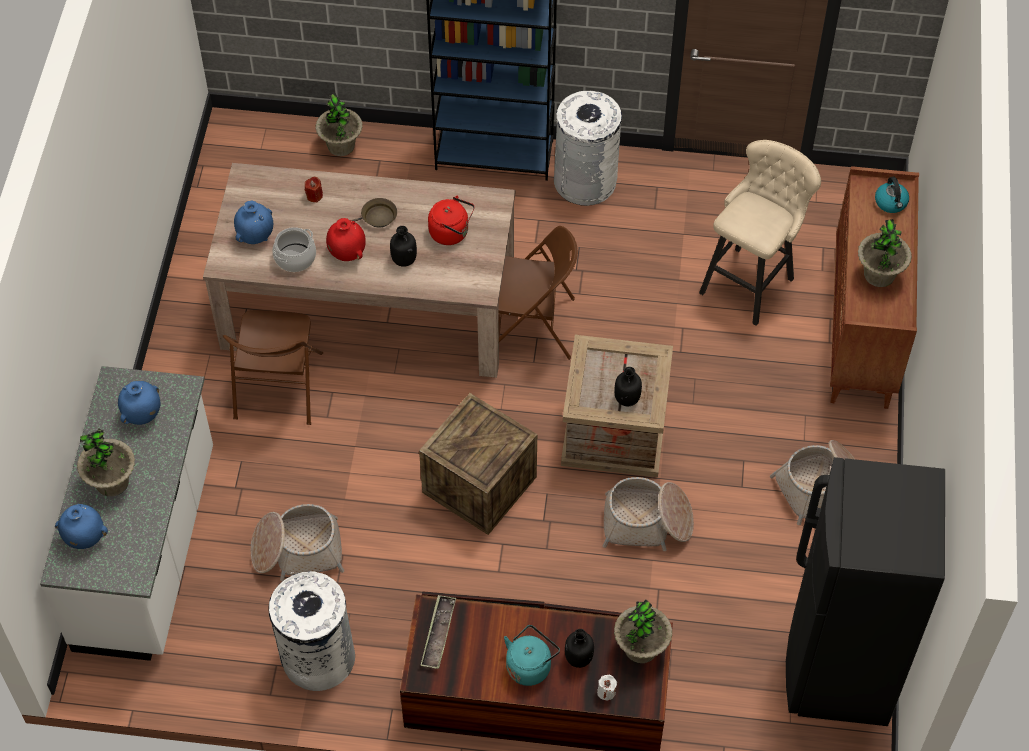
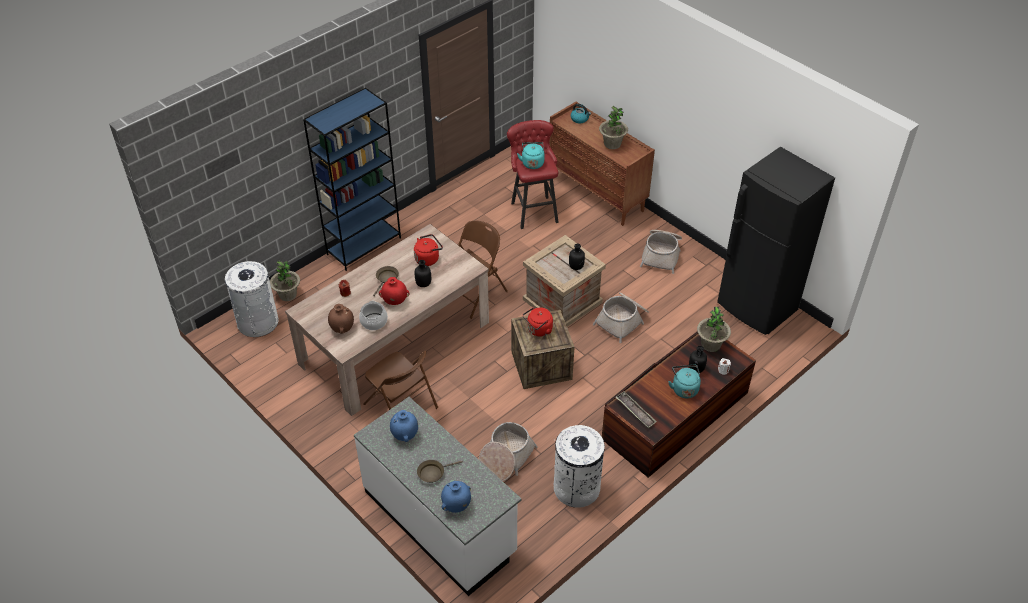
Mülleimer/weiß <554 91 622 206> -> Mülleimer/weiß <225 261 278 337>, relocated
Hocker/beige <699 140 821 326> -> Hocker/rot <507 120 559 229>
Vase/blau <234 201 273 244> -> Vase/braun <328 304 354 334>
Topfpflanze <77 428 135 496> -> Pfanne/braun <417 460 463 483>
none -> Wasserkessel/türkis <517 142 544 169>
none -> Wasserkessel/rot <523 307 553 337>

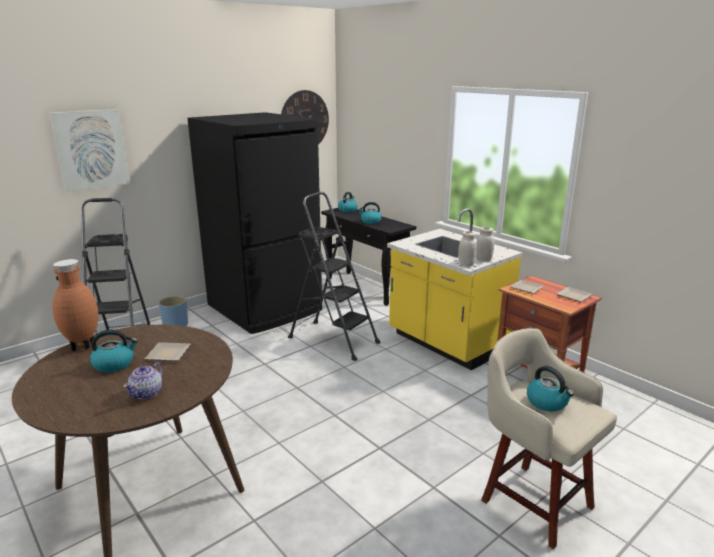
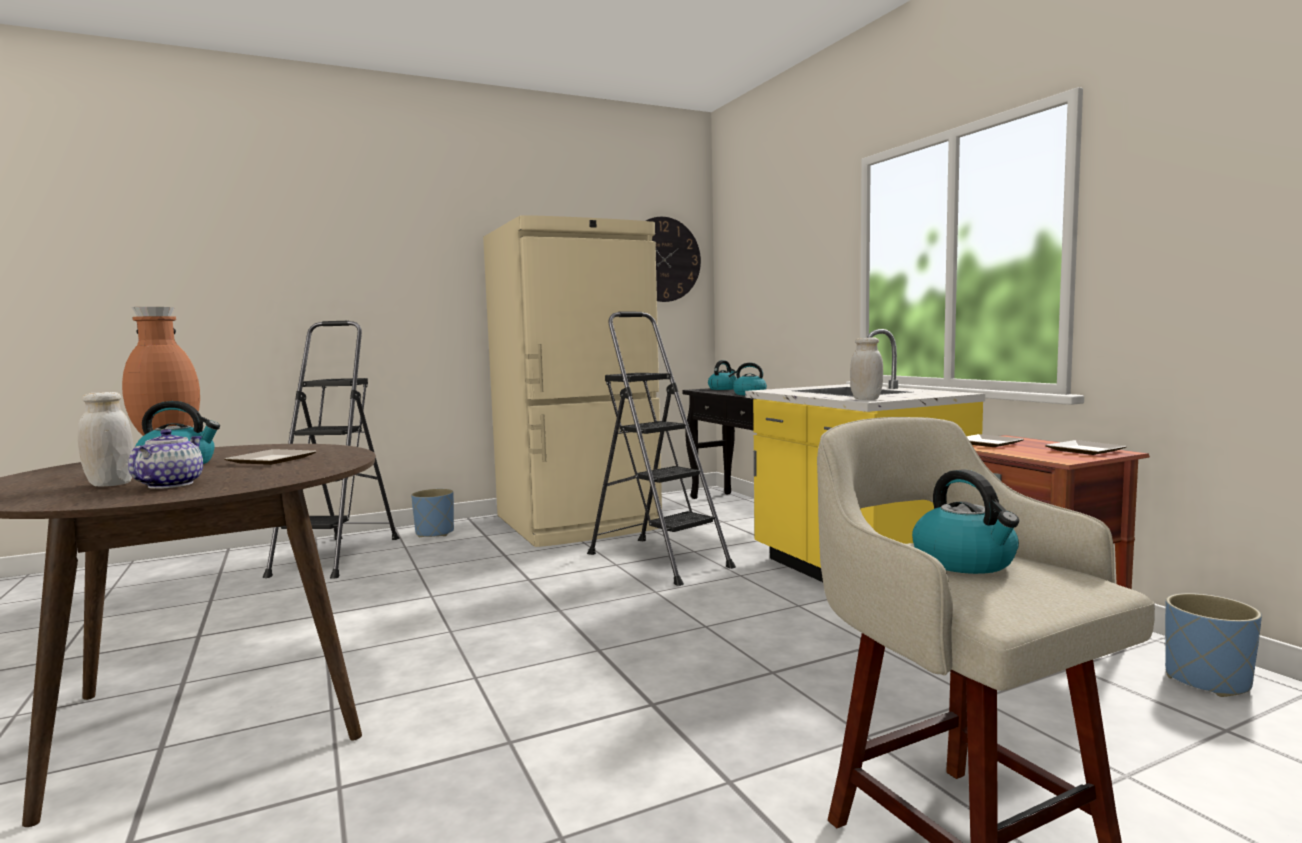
Bild <49 109 130 192> -> none
Kühlschrank/schwarz <188 112 322 334> -> Kühlschrank/beige <483 215 662 547>
Vorratsglas/weiß <476 227 494 261> -> Vorratsglas/weiß <78 392 134 487>, relocated
Teekanne <123 362 163 399> -> Teekanne <128 429 203 489>, 150 degrees clockwise
none -> Pflanzkübel/blau <1165 593 1262 697>

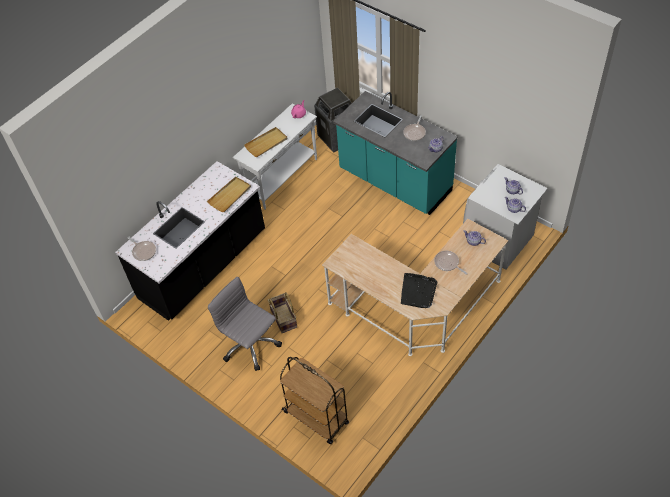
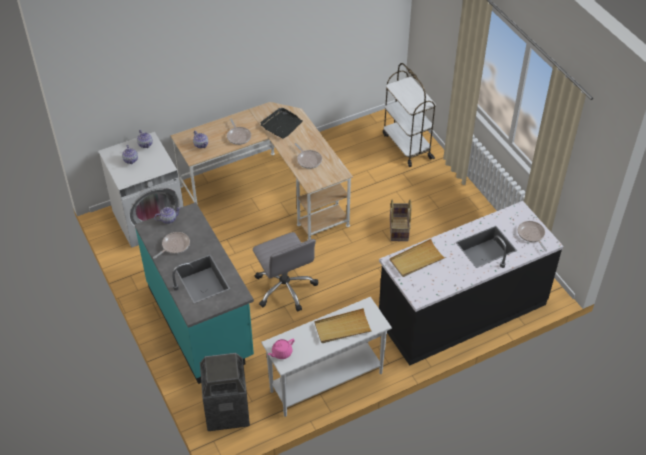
Bürostuhl/grau <208 277 282 371> -> Bürostuhl/grau <253 232 319 312>, relocated
Rollwagen/braun <280 357 349 444> -> Rollwagen/weiß <383 63 436 167>
none -> Pfanne <295 143 322 169>

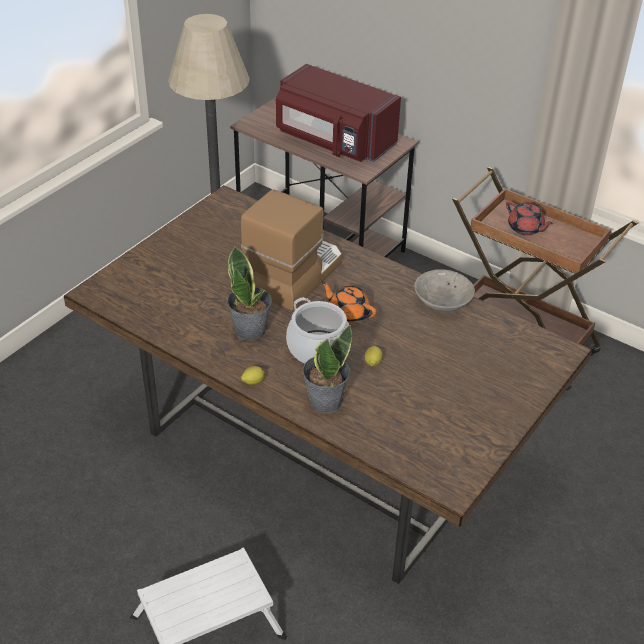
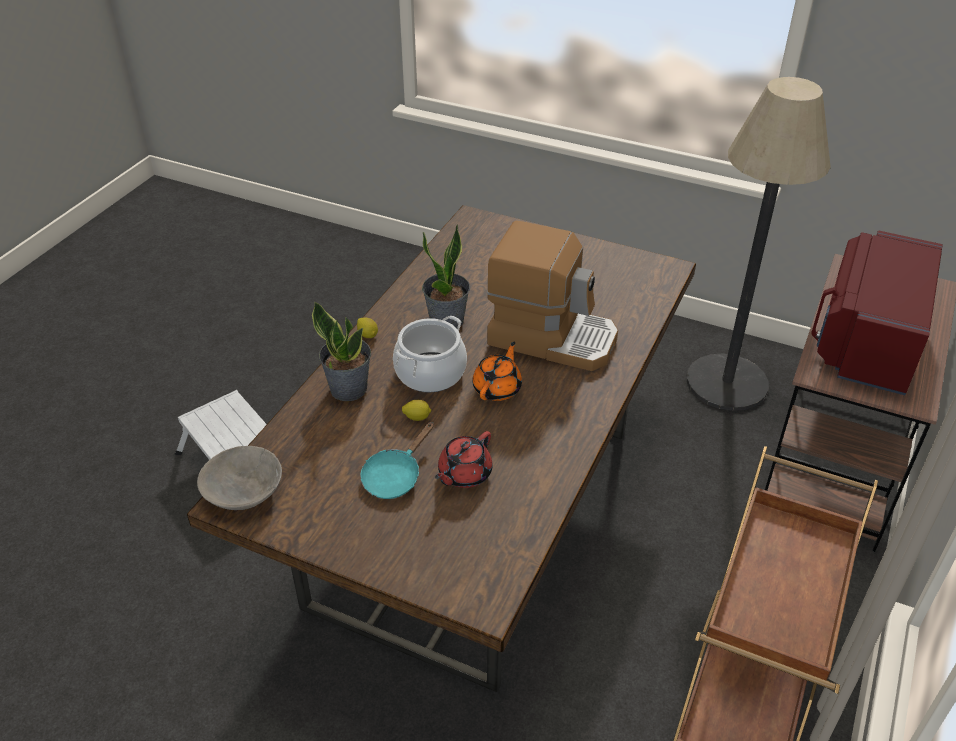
Teekanne/rot <506 201 554 235> -> Teekanne/rot <435 431 493 488>, relocated
Schüssel/grau <414 269 475 312> -> Schüssel/grau <197 446 282 510>, relocated
none -> Pfanne/türkis <360 422 434 499>

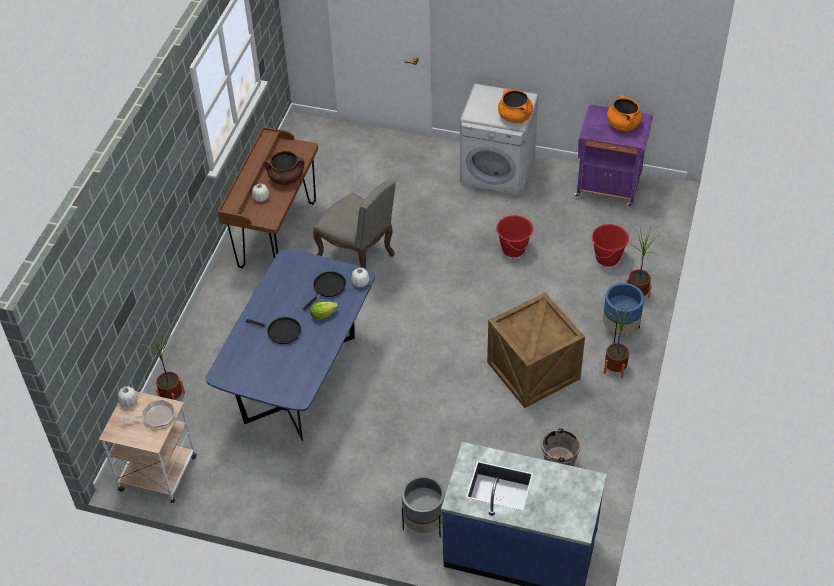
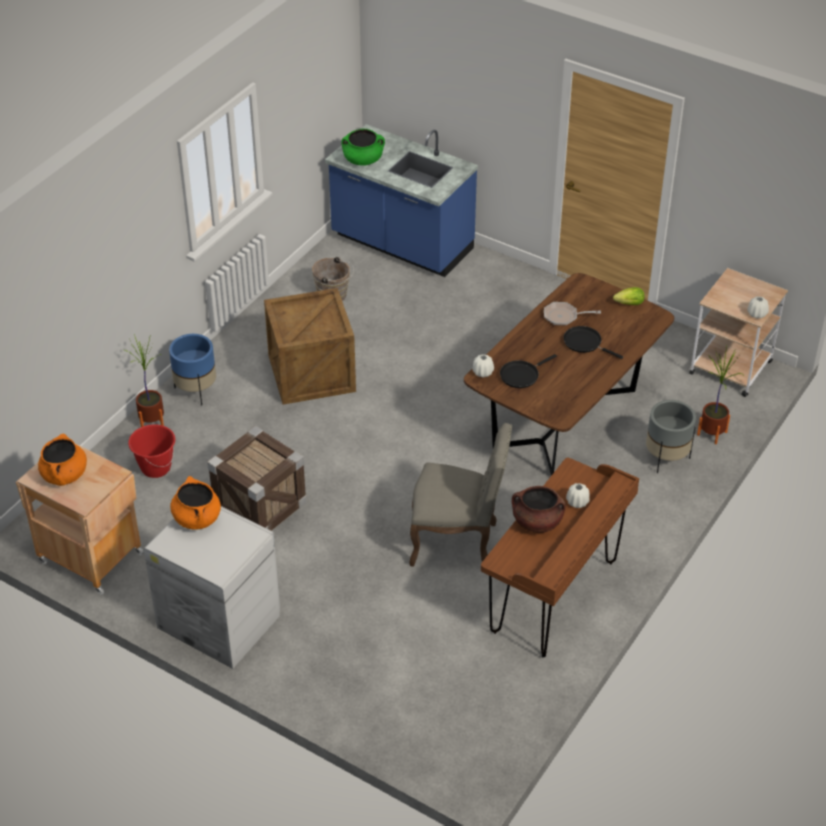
Rollwagen/lila <574 104 653 208> -> Rollwagen/braun <16 444 144 595>
Stuhl/grau <313 179 396 268> -> Stuhl/grau <409 423 512 567>, 135 degrees clockwise
Eimer/rot <496 215 533 257> -> Kiste <207 426 307 531>
Esstisch/blau <206 249 375 441> -> Esstisch/braun <464 273 674 475>
Salatkopf <310 302 338 320> -> Salatkopf <613 287 645 305>, relocated
Topfpflanze <604 302 641 378> -> none
Pfanne <120 400 175 428> -> Pfanne <544 302 601 326>, relocated
Pflanzkübel/grau <402 476 444 537> -> Pflanzkübel/grau <646 400 696 473>, relocated
none -> Kochtopf/grün <341 129 385 166>

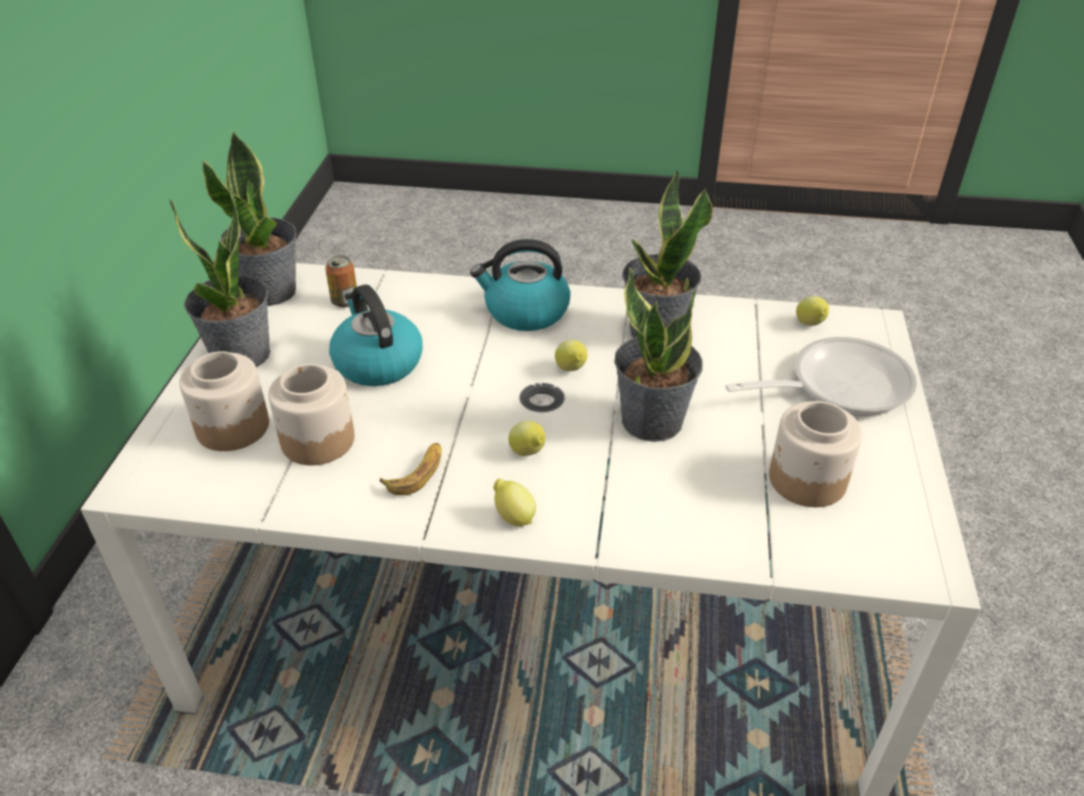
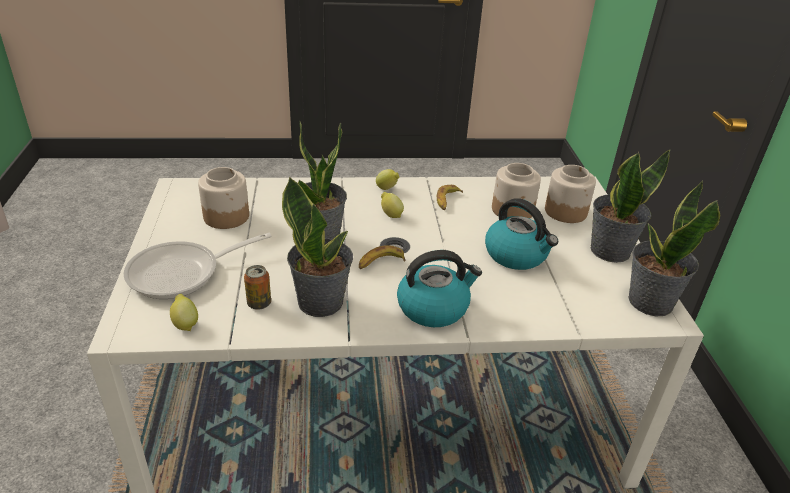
Dose <325 255 357 307> -> Dose <244 265 271 310>, relocated
Zitrone <555 340 588 371> -> Banane <359 245 405 269>

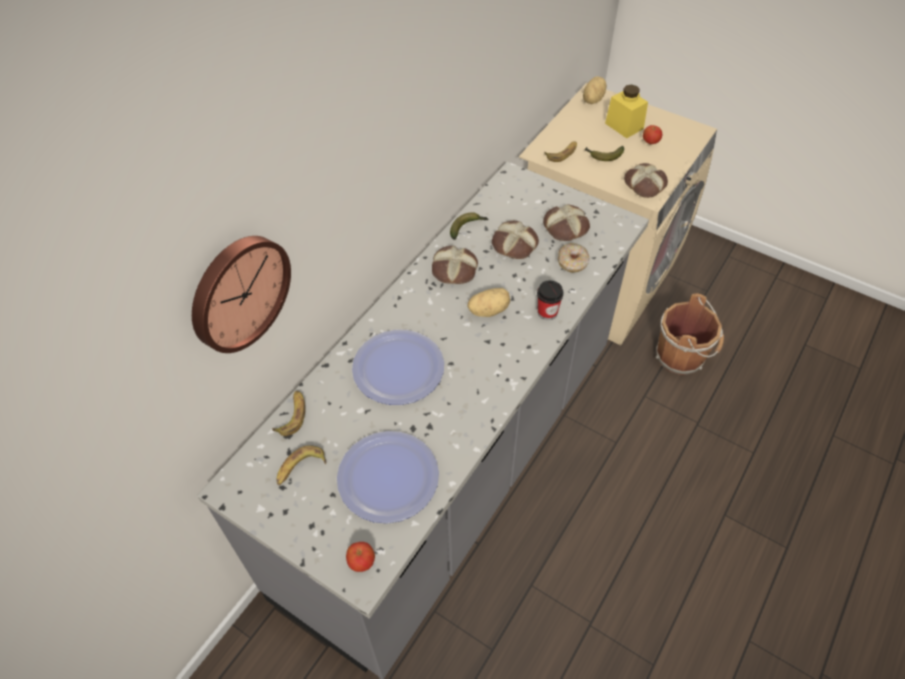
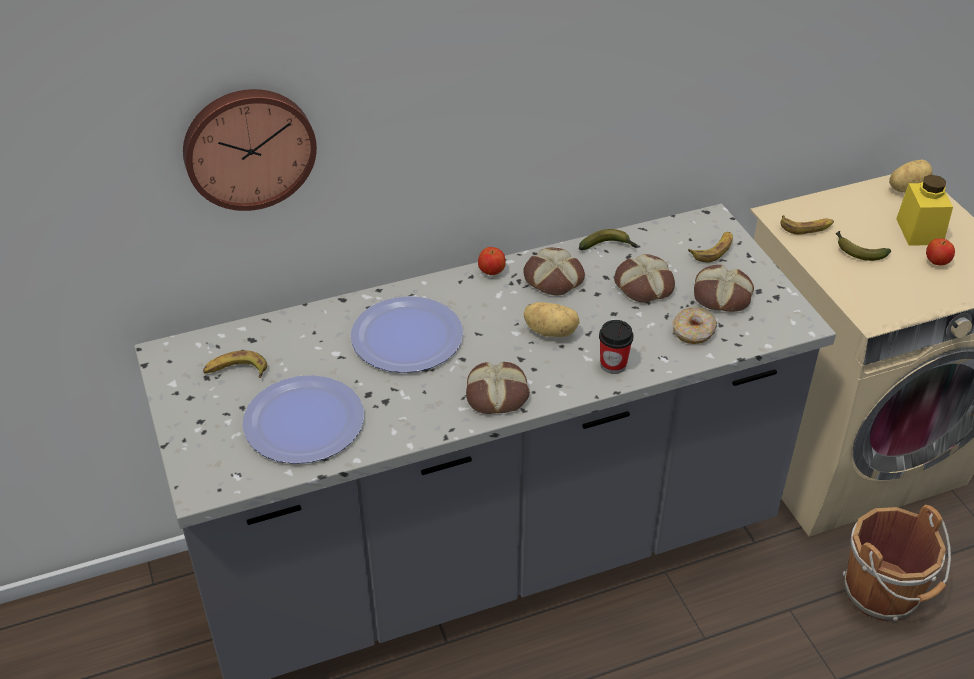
Brot <624 163 668 198> -> Brot <466 362 530 414>, relocated
Banane <272 391 305 436> -> Banane <688 232 733 262>, relocated
Apfel <346 542 375 572> -> Apfel <478 247 506 275>, relocated

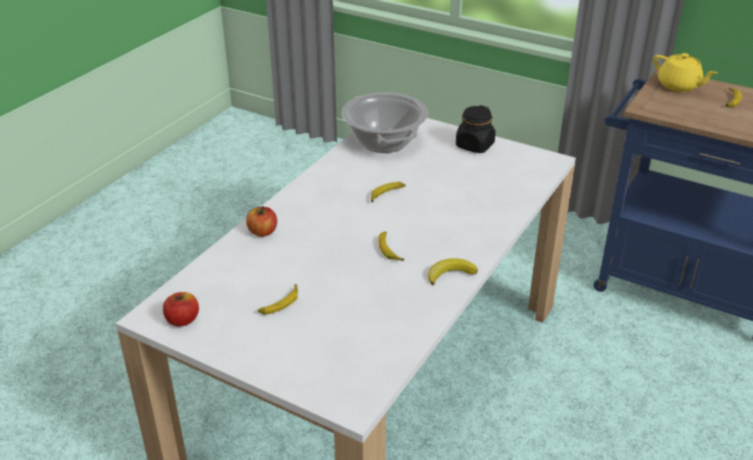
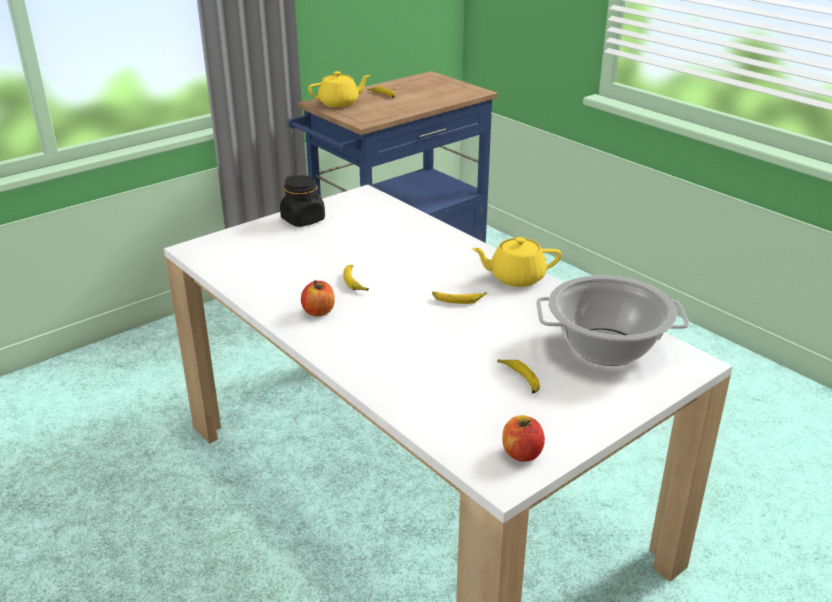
Kochtopf <342 92 428 153> -> Kochtopf <536 275 689 366>, relocated
Apfel <246 206 277 237> -> Apfel <301 280 335 317>, relocated
Banane <428 258 478 285> -> Teekanne/gelb <471 237 561 287>

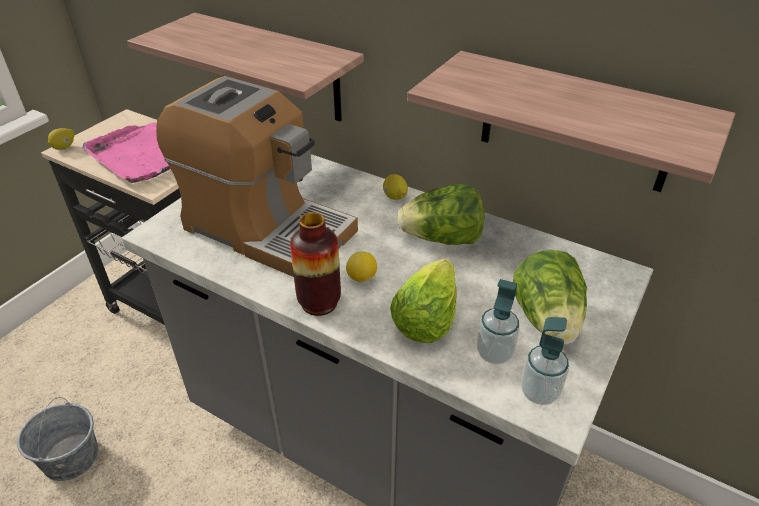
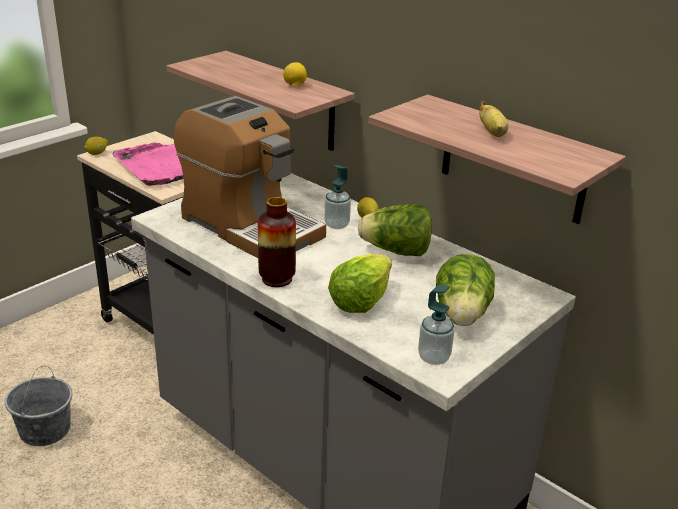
Zitrone <346 251 377 282> -> Zitrone <283 62 307 86>, relocated
Seifenspender <477 279 520 364> -> Seifenspender <324 165 351 229>, relocated
none -> Banane <479 101 508 137>

